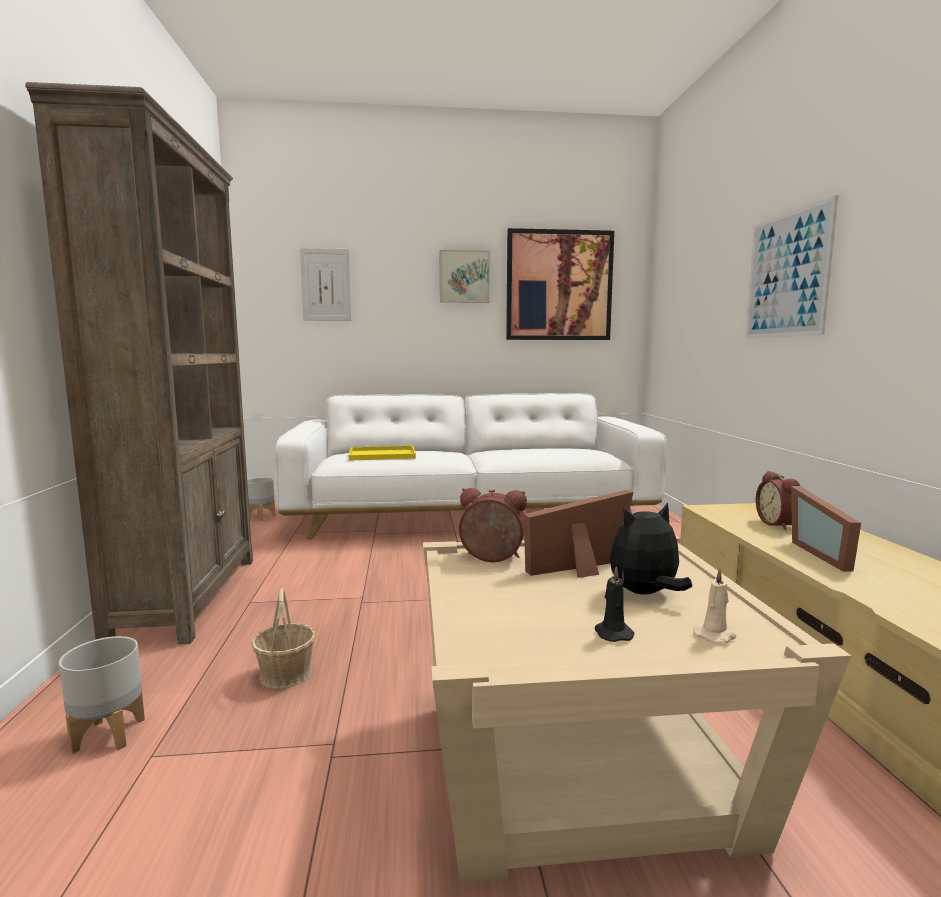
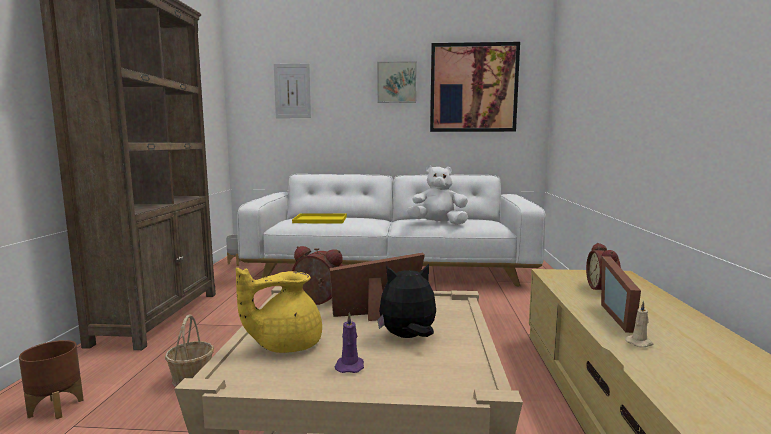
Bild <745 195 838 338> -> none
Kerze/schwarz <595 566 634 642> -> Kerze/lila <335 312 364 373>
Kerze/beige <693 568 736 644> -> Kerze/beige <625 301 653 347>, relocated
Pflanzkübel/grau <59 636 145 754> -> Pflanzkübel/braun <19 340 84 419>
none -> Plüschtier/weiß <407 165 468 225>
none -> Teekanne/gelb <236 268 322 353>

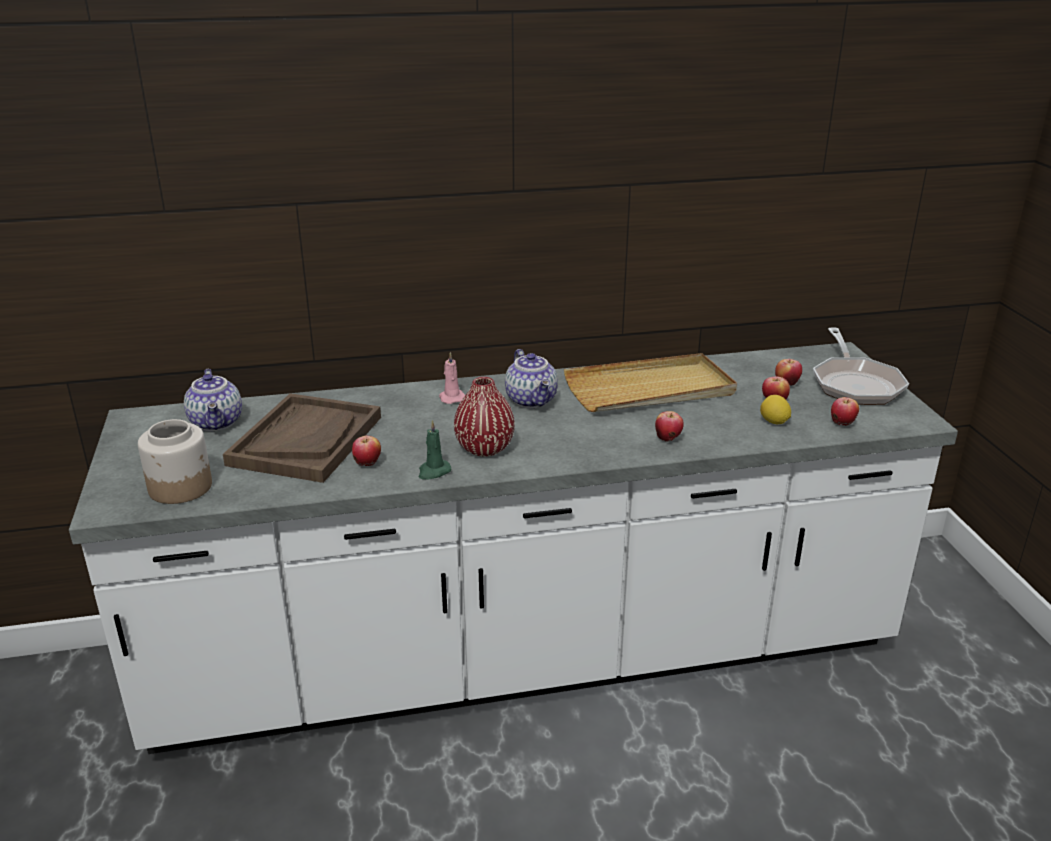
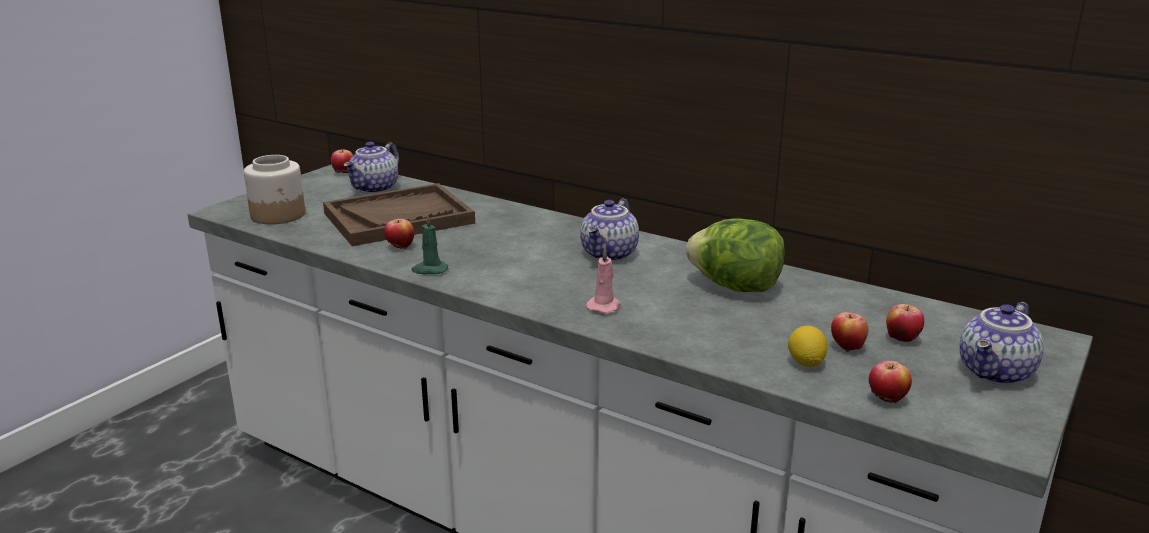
Pfanne <813 327 909 405> -> Teekanne <959 302 1044 385>
Kerze/rosa <439 352 465 404> -> Kerze/rosa <586 248 621 314>, relocated
Tablett/beige <564 353 737 412> -> Salatkopf <686 219 785 292>
Vase/rot <454 377 515 457> -> none
Apfel <655 411 684 442> -> Apfel <331 149 353 173>, relocated

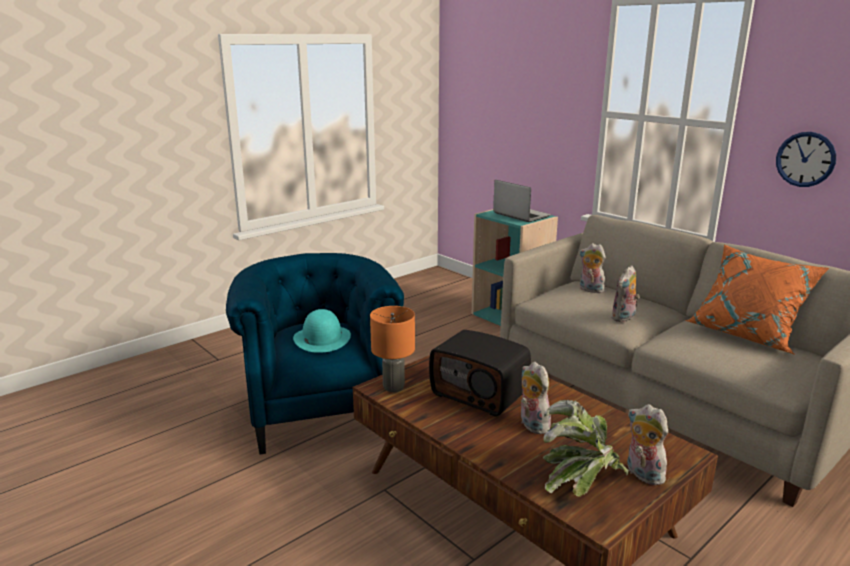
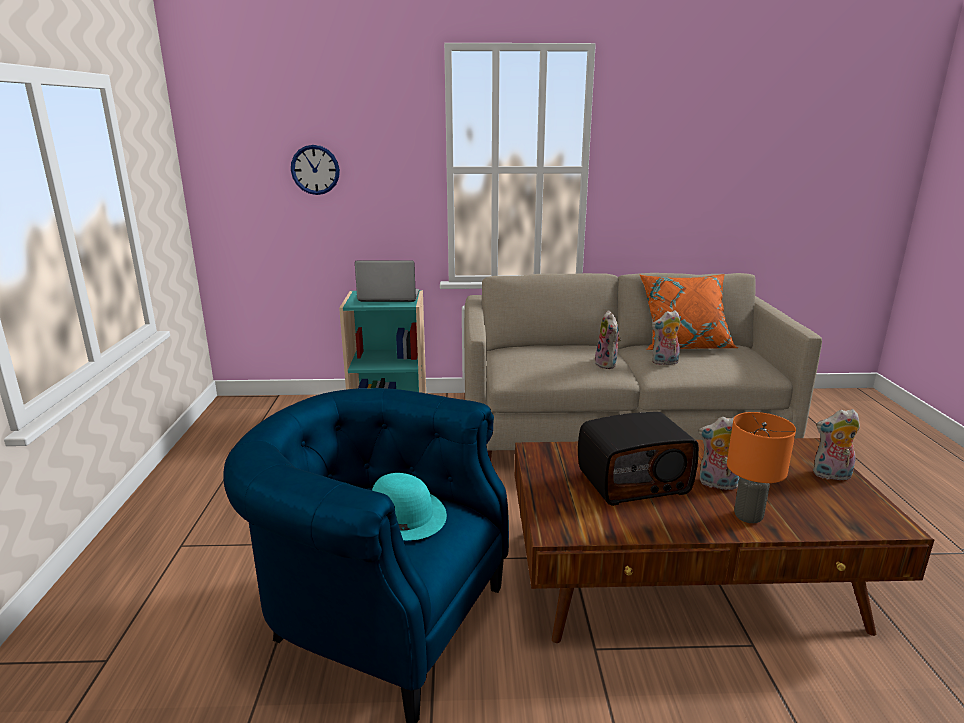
Wanduhr <776 132 836 187> -> Wanduhr <291 145 340 195>, relocated
Plüschtier <579 243 606 293> -> Plüschtier <652 310 681 365>, relocated
Tischlampe/orange <370 306 415 392> -> Tischlampe/orange <727 412 796 523>, relocated
Topfpflanze <543 400 629 497> -> none

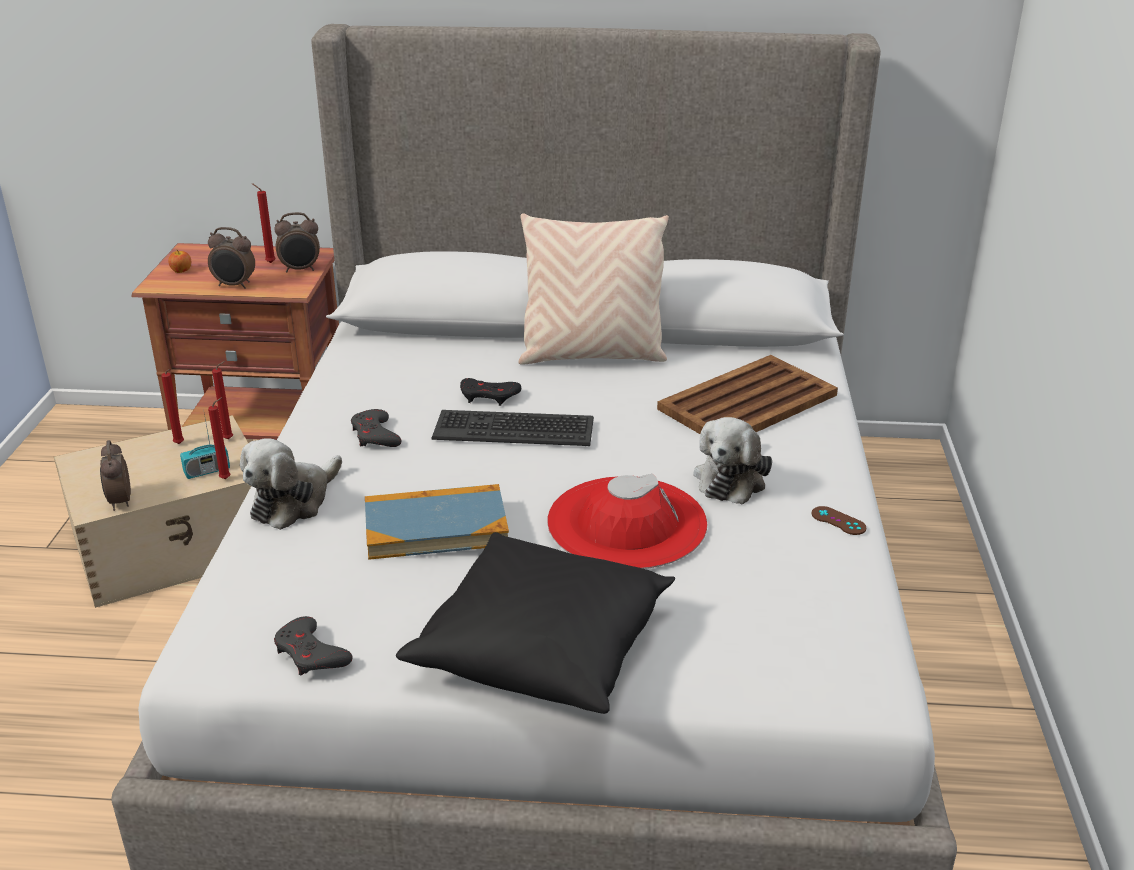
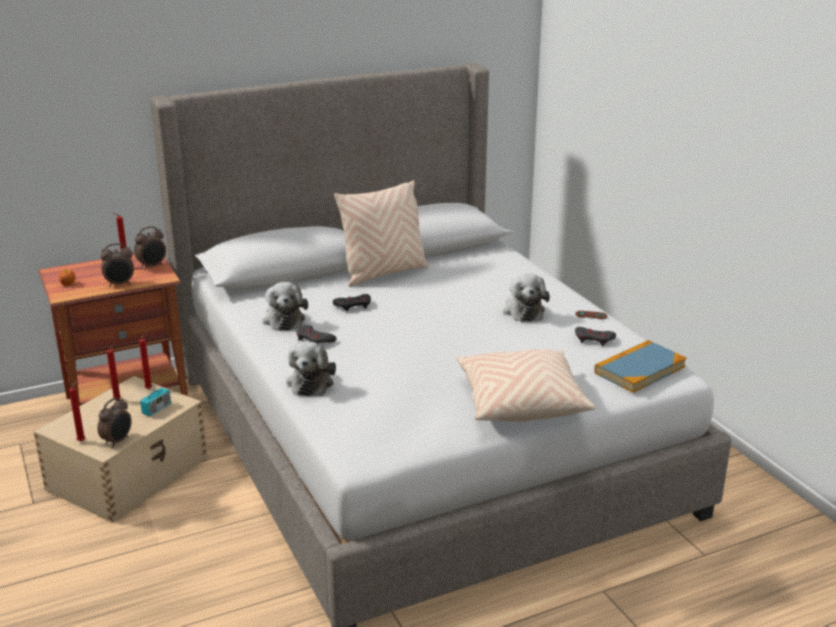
Tablett/braun <657 355 838 434> -> none
Kerze/rot <208 398 230 479> -> Kerze/rot <69 380 85 442>, relocated
Tastatur <431 410 594 446> -> none
Wecker <100 440 131 511> -> Wecker <97 397 132 448>, 105 degrees counterclockwise
Hut/rot <547 474 708 569> -> none
Buch <365 484 509 560> -> Buch <594 340 687 393>, relocated
Kissen/schwarz <396 532 675 714> -> Kissen/beige <456 349 595 422>
Gamepad/grau <274 616 353 676> -> Gamepad/grau <575 327 616 346>, relocated
none -> Plüschtier <263 282 308 331>

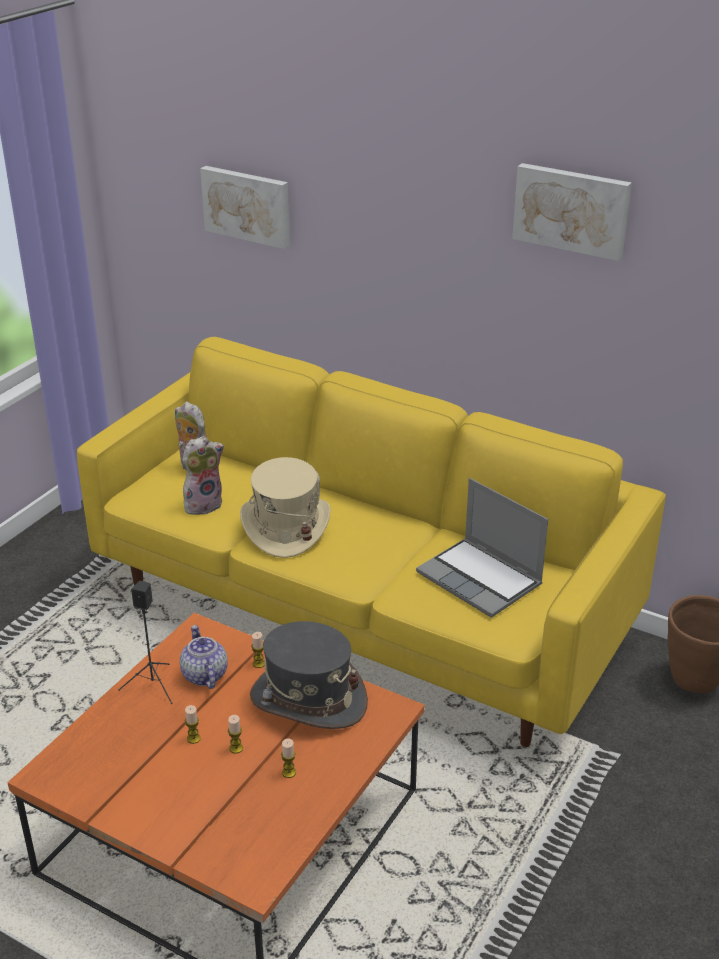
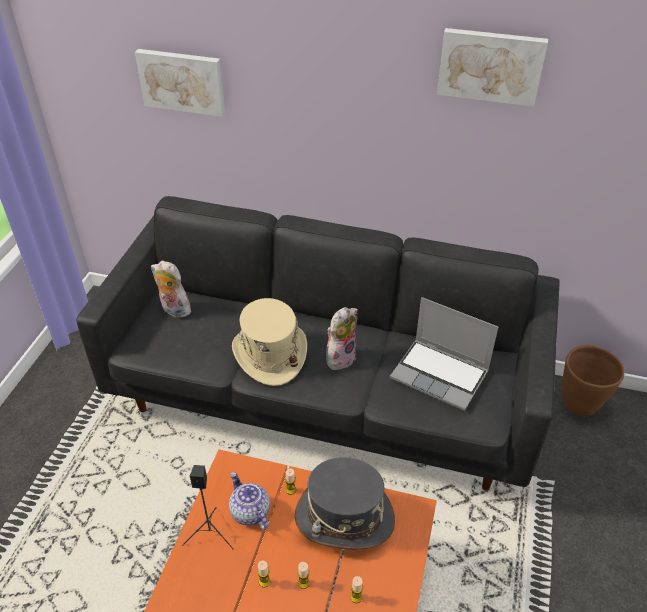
Sofa/gelb <77 337 666 747> -> Sofa/schwarz <76 196 560 491>
Plüschtier <183 436 224 515> -> Plüschtier <326 307 358 370>, relocated

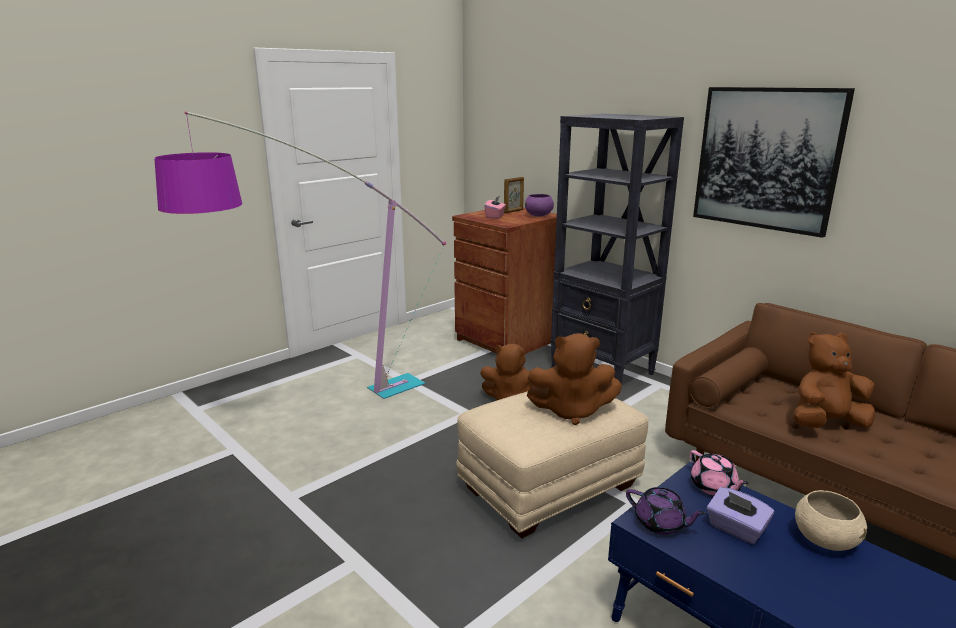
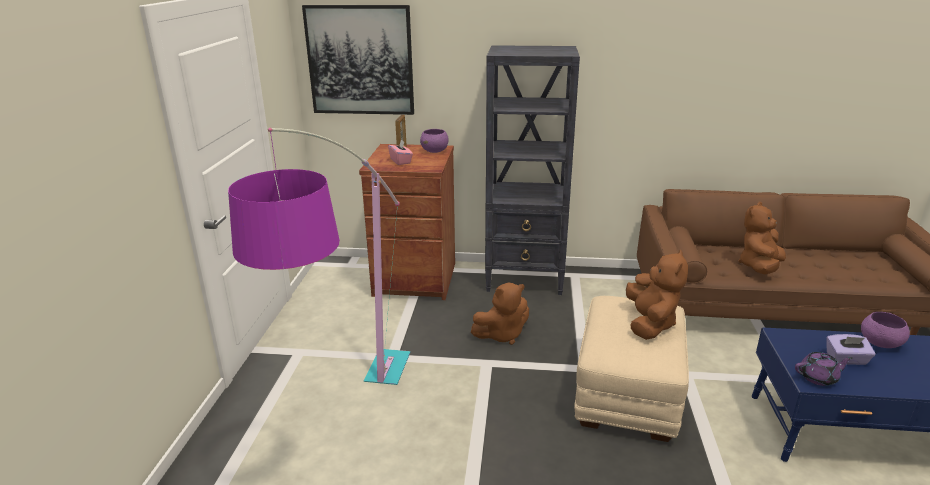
Bild <693 87 855 238> -> Bild <302 5 414 115>, relocated
Plüschtier/braun <527 333 622 425> -> Plüschtier/braun <626 250 688 340>, 45 degrees counterclockwise
Teekanne/rosa <690 450 749 495> -> none
Schüssel/beige <795 490 867 551> -> Schüssel/lila <861 312 910 348>

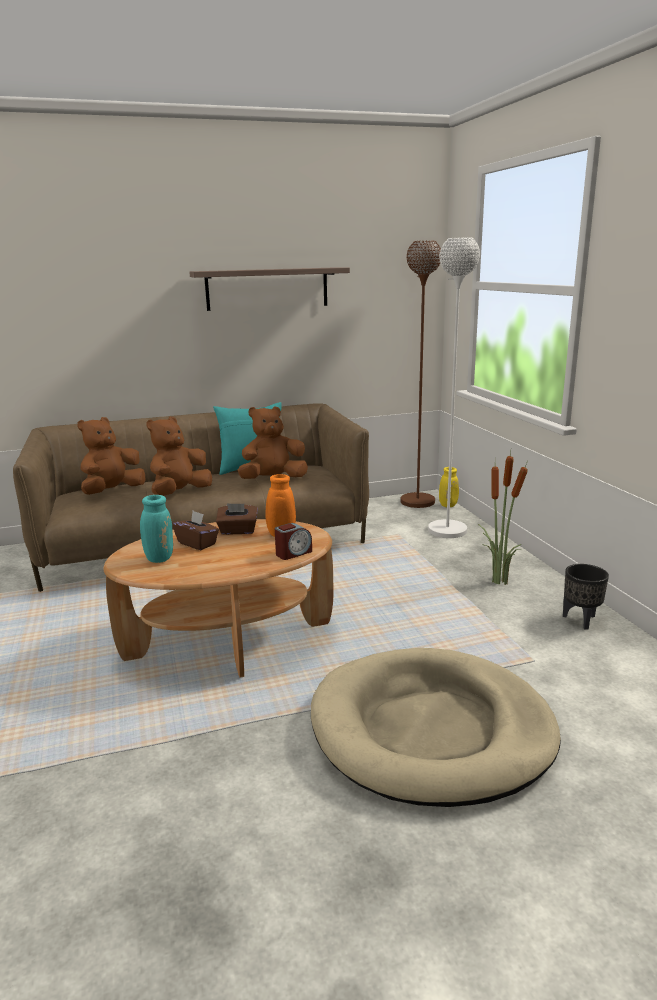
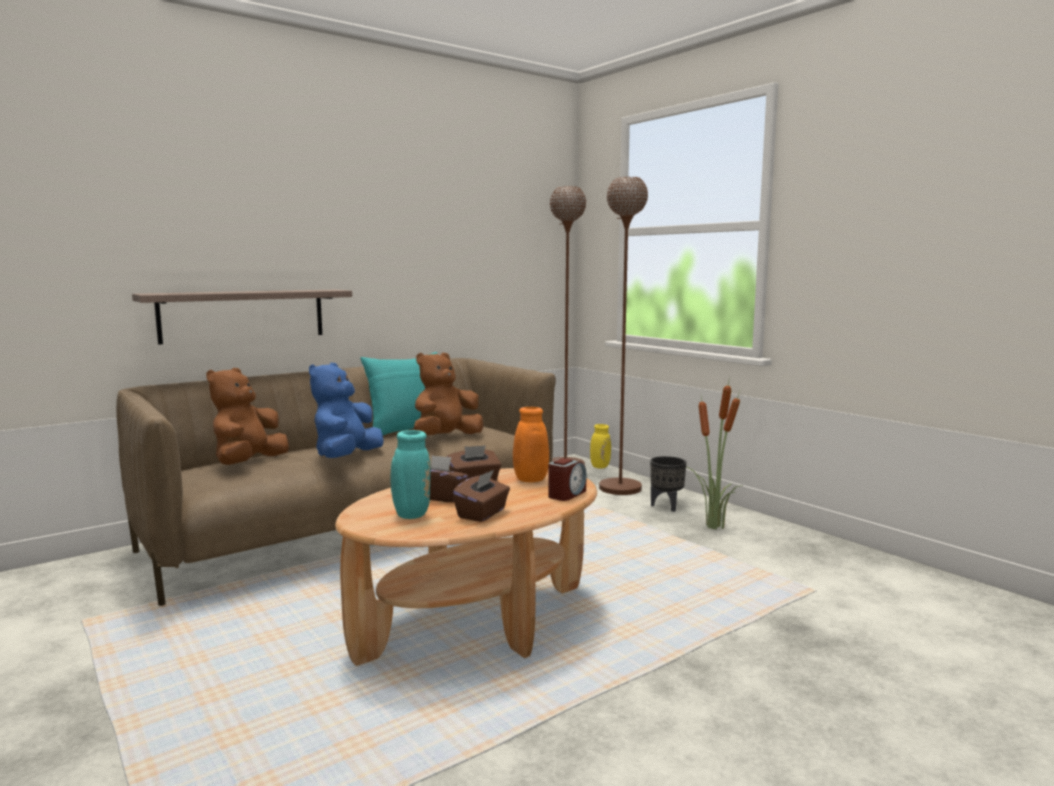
Stehlampe/weiß <428 237 480 538> -> Stehlampe/braun <599 177 648 495>
Wandregal <189 267 350 311> -> Wandregal <132 290 352 345>, relocated
Plüschtier/braun <146 417 212 496> -> Plüschtier/blau <309 363 384 458>
Pflanzkübel/schwarz <563 564 609 629> -> Pflanzkübel/schwarz <650 456 686 512>, relocated
Hundebett/beige <311 648 561 807> -> none
none -> Taschentuchbox/braun <453 470 510 522>

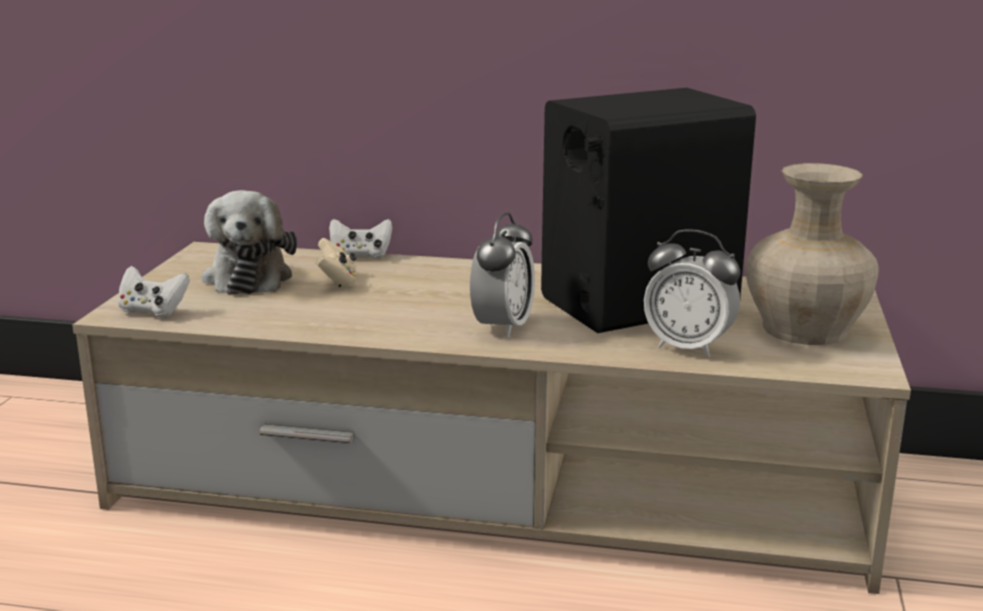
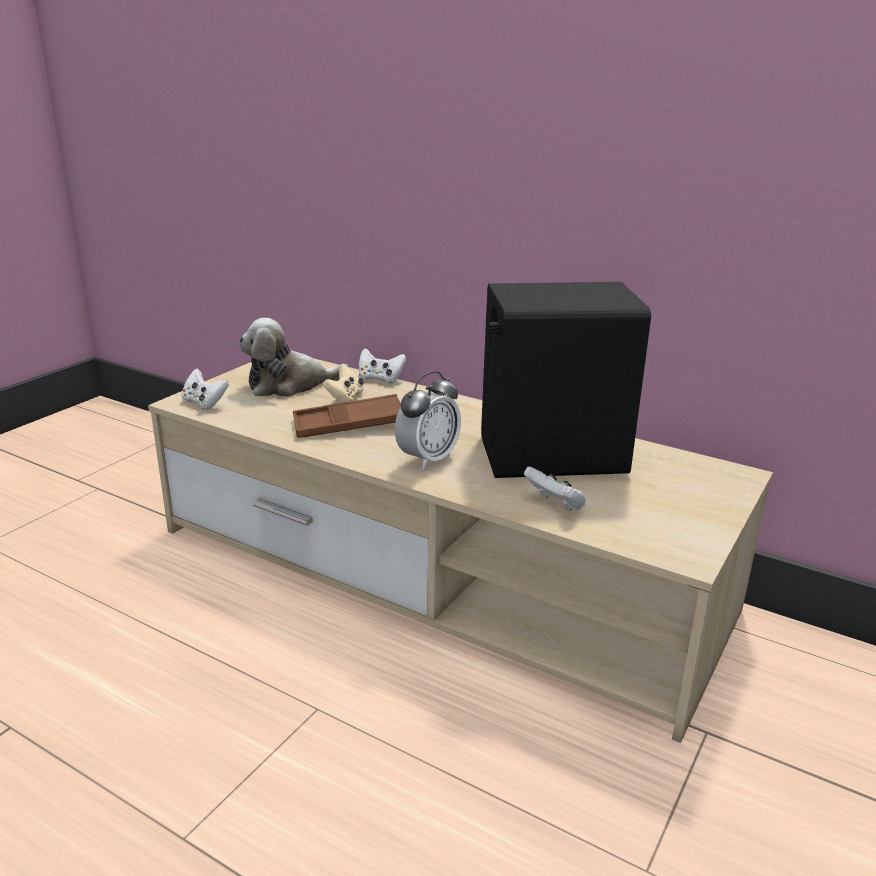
Vase/beige <746 163 879 345> -> none
Plüschtier <202 190 297 295> -> Plüschtier <239 318 349 397>, 60 degrees clockwise
Wecker <644 229 740 358> -> Gamepad/weiß <524 466 585 511>
none -> Tablett/braun <293 394 401 438>

